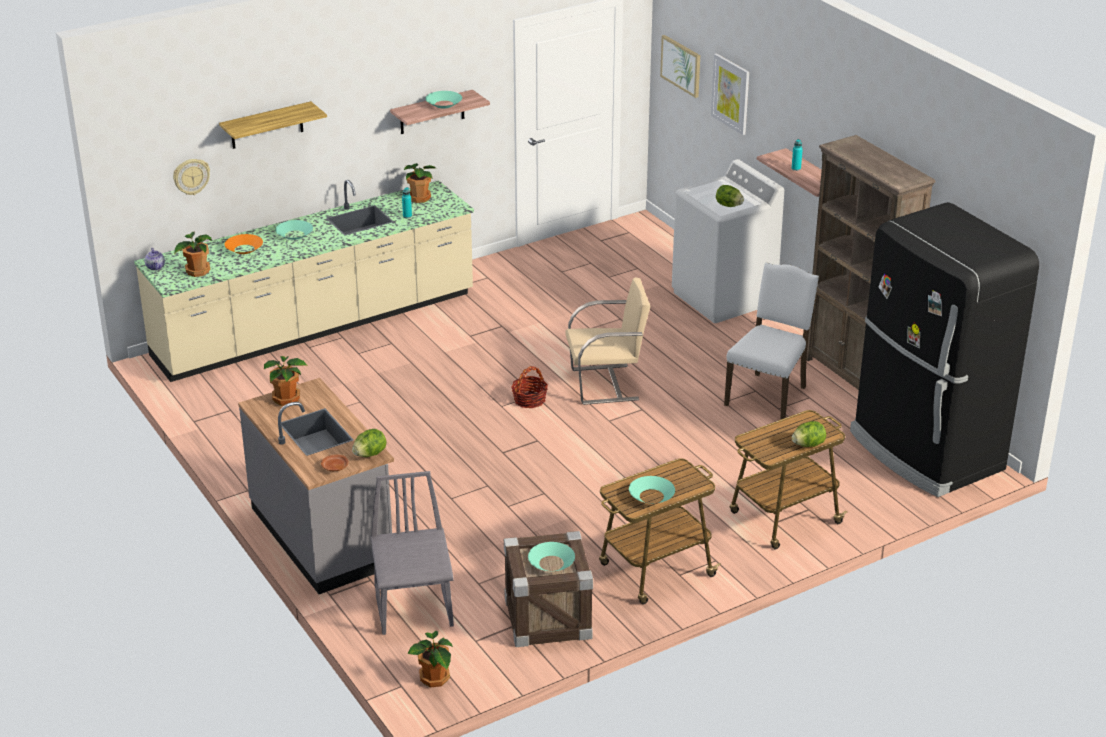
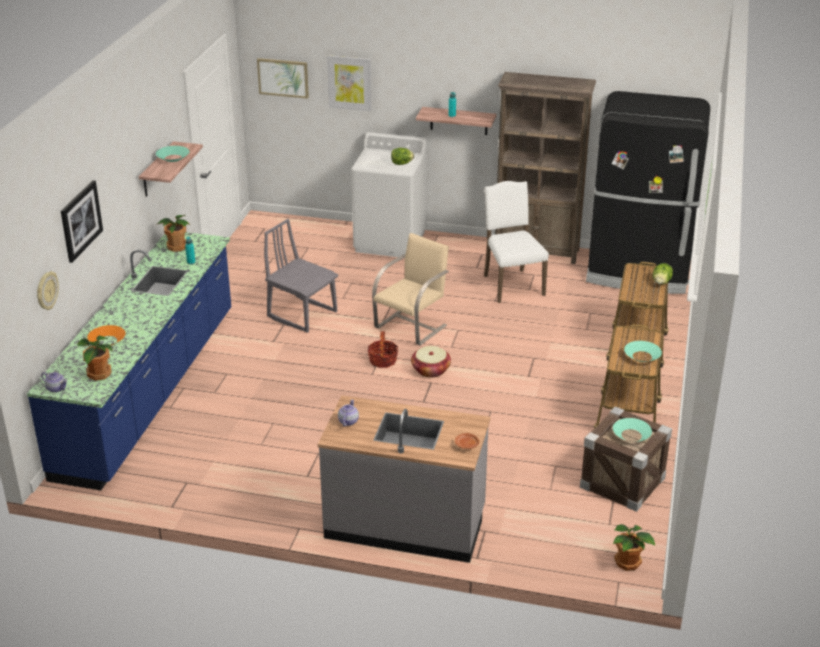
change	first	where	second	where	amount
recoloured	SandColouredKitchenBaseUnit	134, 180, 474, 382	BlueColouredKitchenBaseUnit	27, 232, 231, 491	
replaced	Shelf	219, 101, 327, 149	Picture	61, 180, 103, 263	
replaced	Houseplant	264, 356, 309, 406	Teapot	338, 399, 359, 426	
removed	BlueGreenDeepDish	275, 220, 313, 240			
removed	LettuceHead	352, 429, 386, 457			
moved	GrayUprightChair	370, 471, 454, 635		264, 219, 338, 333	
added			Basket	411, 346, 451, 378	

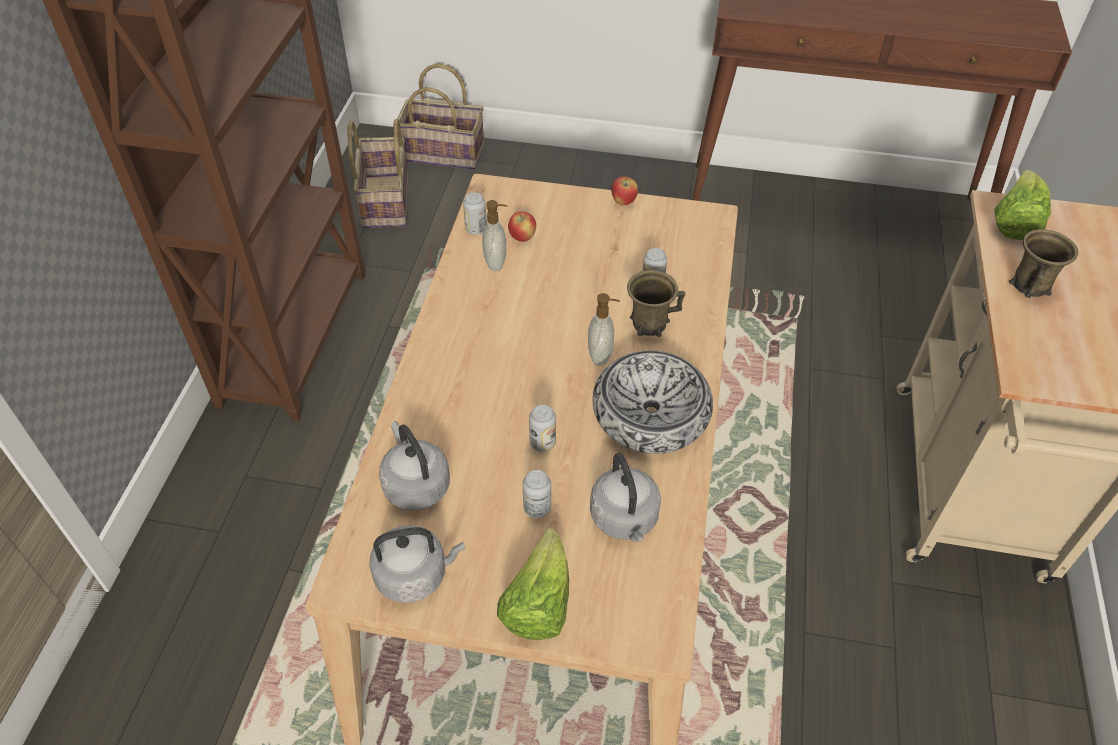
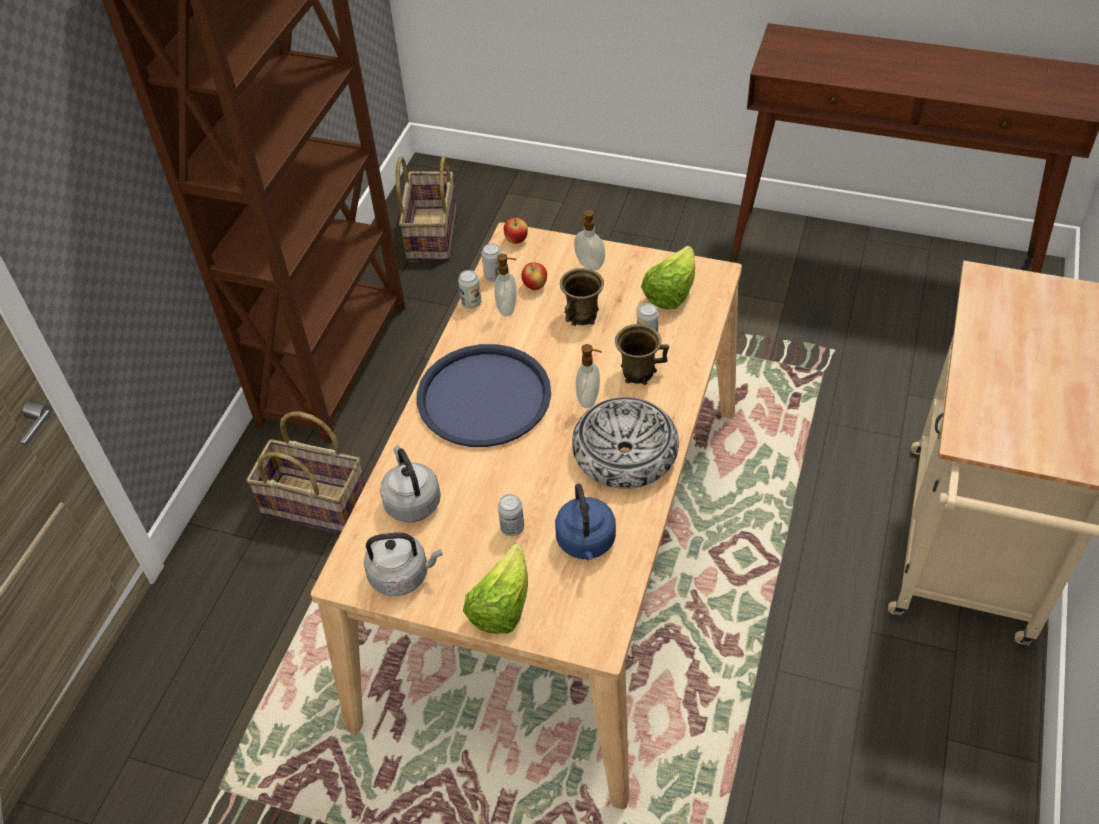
change	first	where	second	where	amount
moved	Basket	397, 63, 484, 170		246, 411, 365, 532	
moved	MetalCan	529, 404, 556, 452		458, 270, 481, 309	
recoloured	GrayKettle	590, 453, 661, 542	BlueColouredKettle	555, 484, 616, 560	
moved	AppleFruit	611, 176, 638, 205		504, 217, 528, 244	
moved	LettuceHead	994, 170, 1051, 240		641, 246, 695, 309	
moved	BrownMug	1009, 229, 1078, 298		560, 268, 604, 326	
added			BlueColouredCarryingTray	417, 344, 551, 447	
added			SoapDispenser	574, 210, 605, 271	

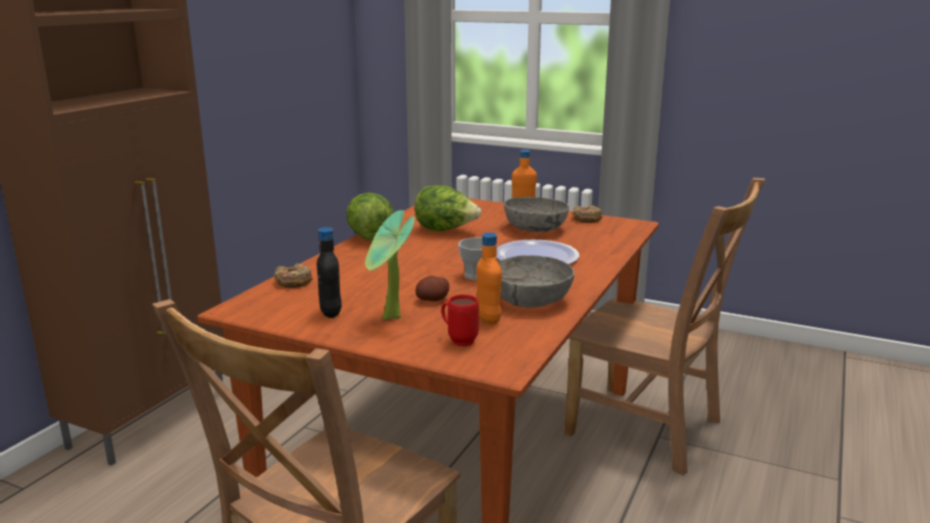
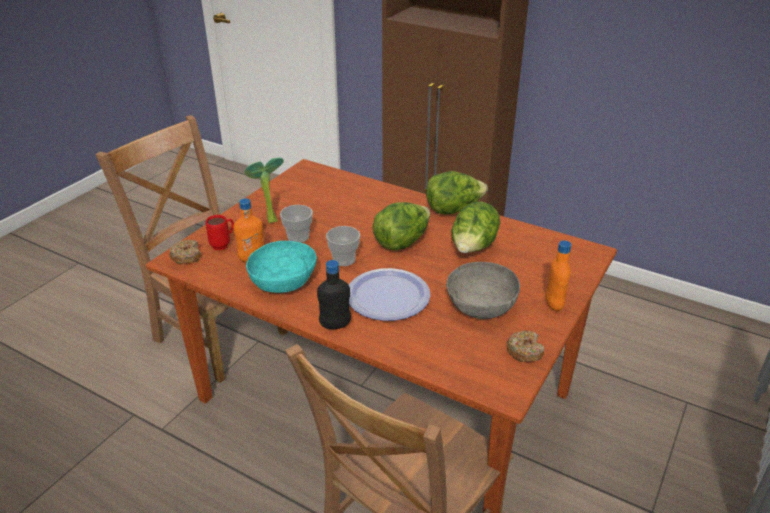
change	first	where	second	where	amount
moved	Donut	274, 264, 313, 288		169, 240, 201, 265	
moved	BlackColouredBottle	317, 227, 342, 318		317, 260, 351, 329	
replaced	Spud	416, 276, 449, 301	SmallCup	280, 205, 313, 243	
recoloured	GrayDeepDish	497, 255, 574, 308	BlueGreenDeepDish	246, 241, 317, 293	
added			LettuceHead	372, 202, 430, 251	

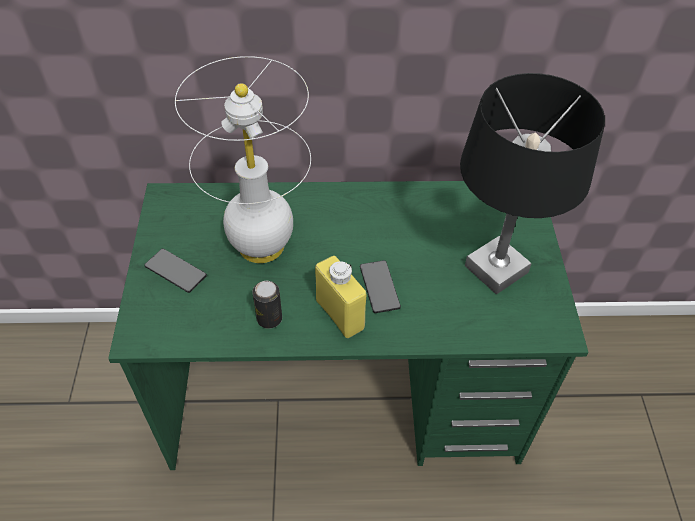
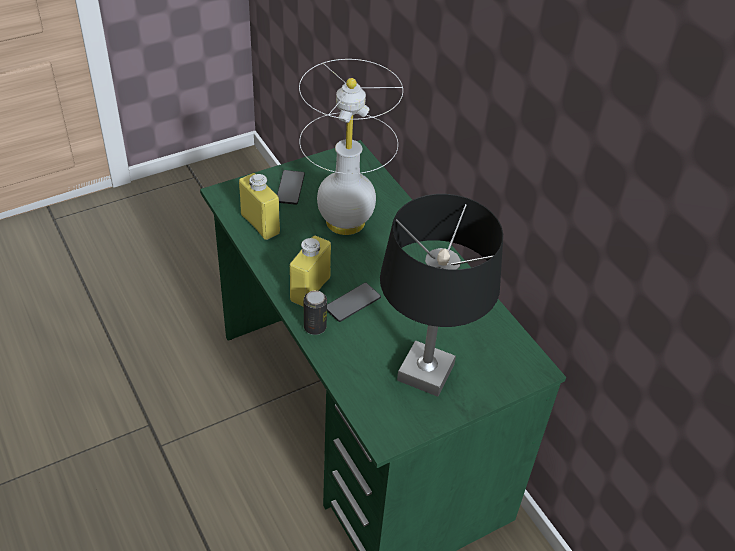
change	first	where	second	where	amount
moved	MetalCan	252, 281, 282, 329		304, 290, 327, 335	
added			YellowBottle	239, 173, 280, 240	

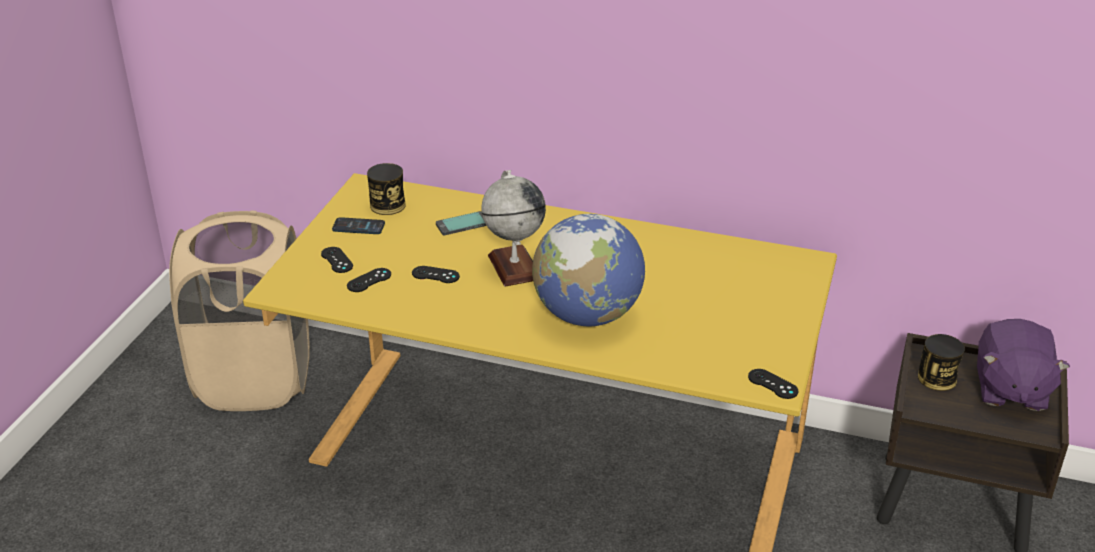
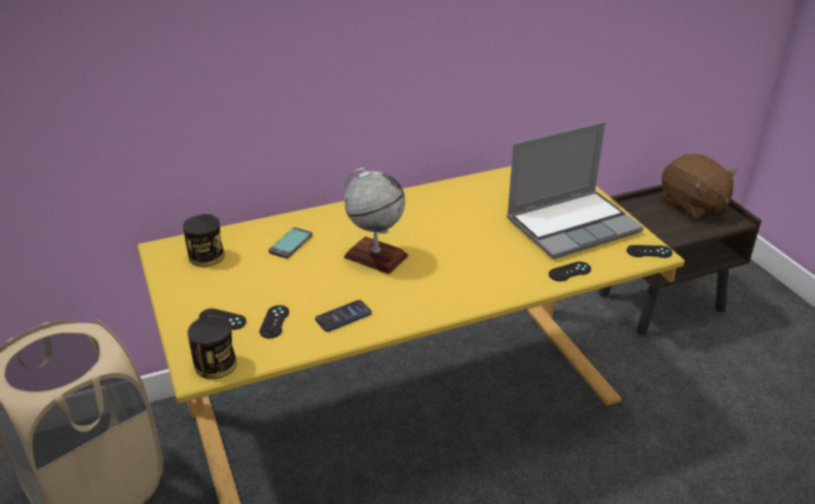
change	first	where	second	where	amount
moved	Telephone	332, 217, 385, 234		315, 300, 372, 332	
moved	BlackColouredGameController	412, 266, 460, 283		549, 262, 591, 281	
removed	DeskGlobe	532, 214, 645, 326			
moved	MetalCan	918, 334, 965, 391		188, 315, 237, 379	
recoloured	PurplishSoftToy	977, 319, 1070, 411	BrownSoftToy	662, 154, 738, 219	
added			Laptop	507, 122, 644, 259	

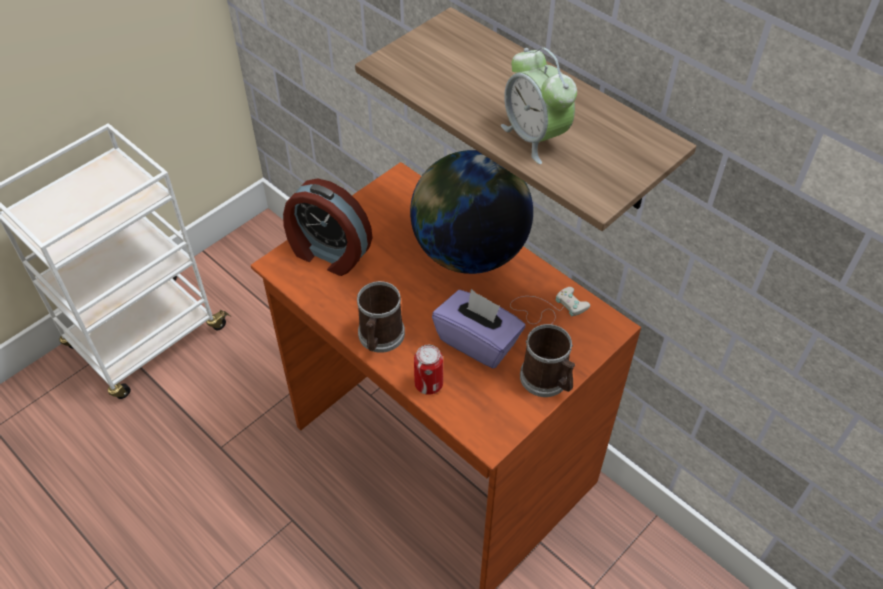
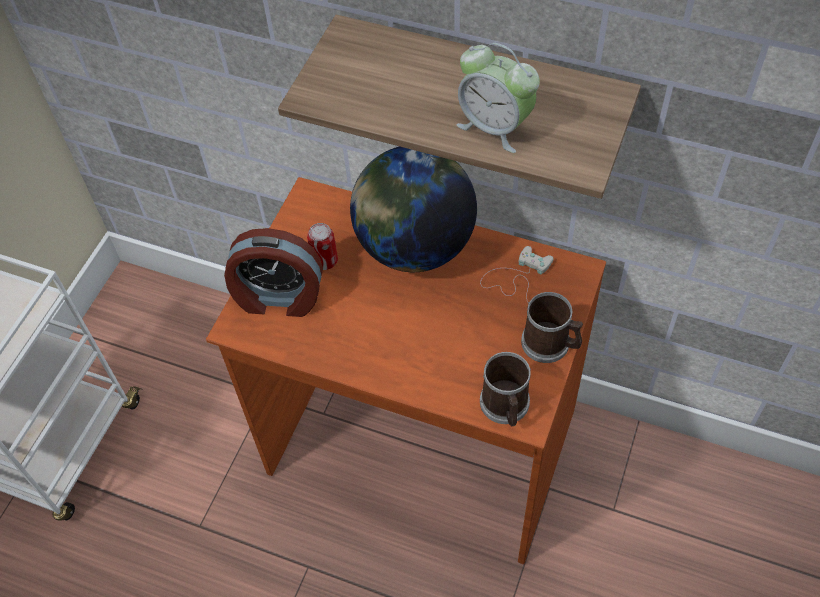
change	first	where	second	where	amount
moved	Mug	357, 281, 405, 353		480, 352, 531, 426	
moved	MetalCan	414, 345, 443, 395		307, 223, 338, 270	
removed	PurplishTissueBox	432, 289, 525, 368			

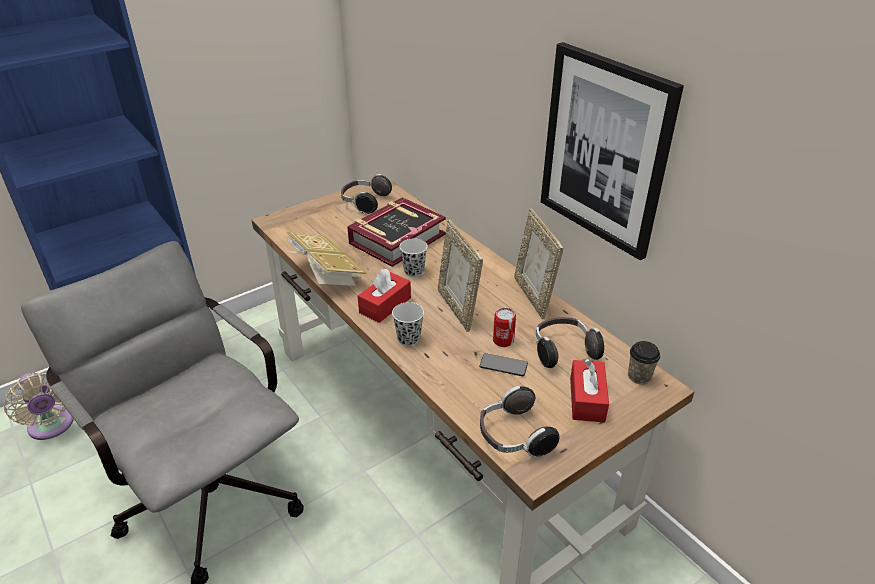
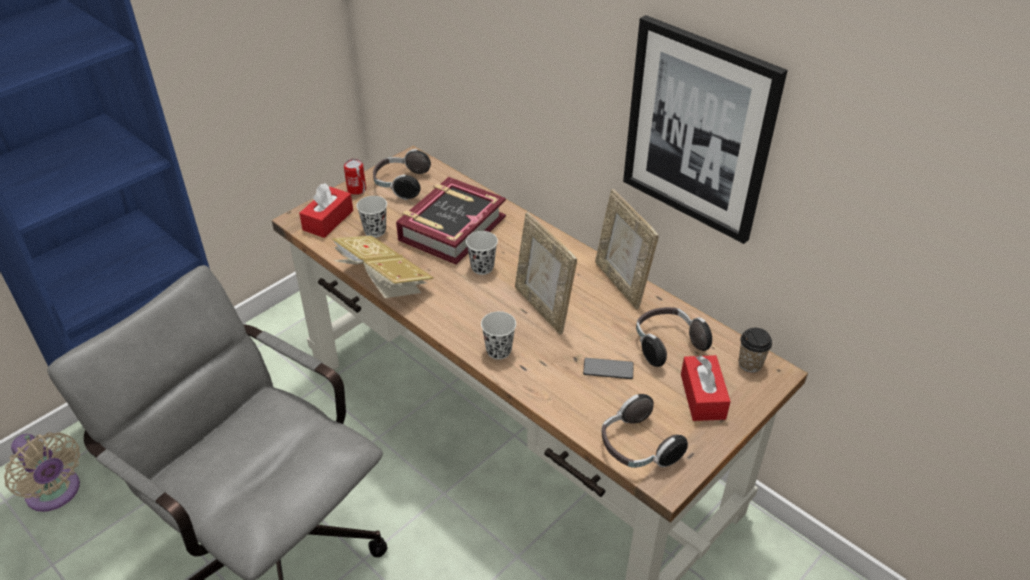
change	first	where	second	where	amount
moved	RedTissueBox	358, 269, 411, 323		299, 183, 353, 238	
moved	MetalCan	493, 308, 516, 347		344, 159, 366, 195	
added			WhitishSmallCup	356, 196, 387, 238	

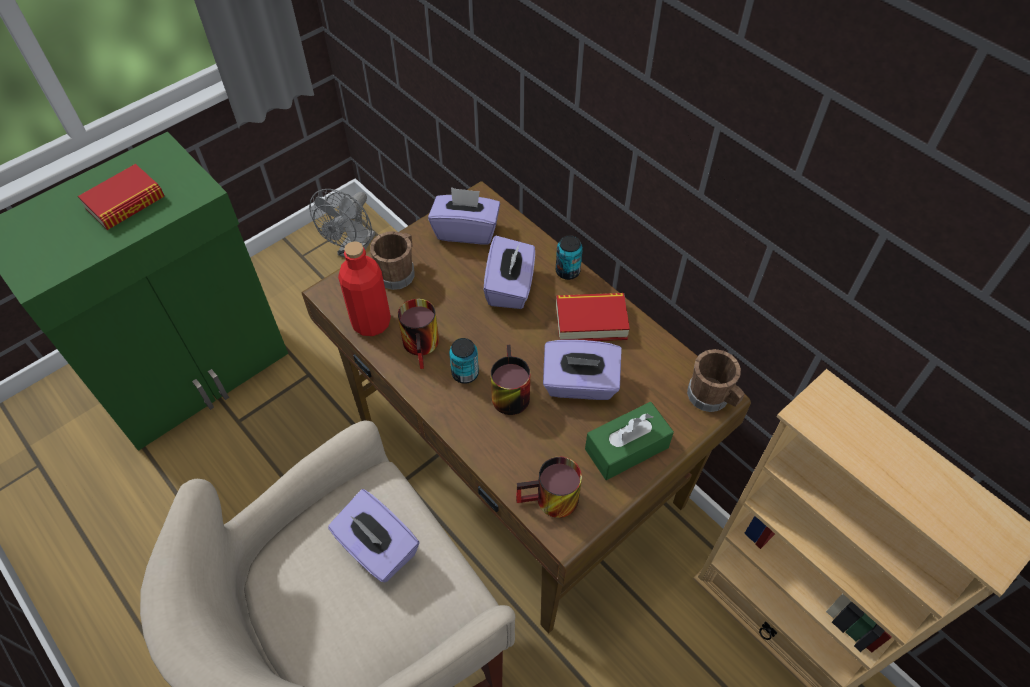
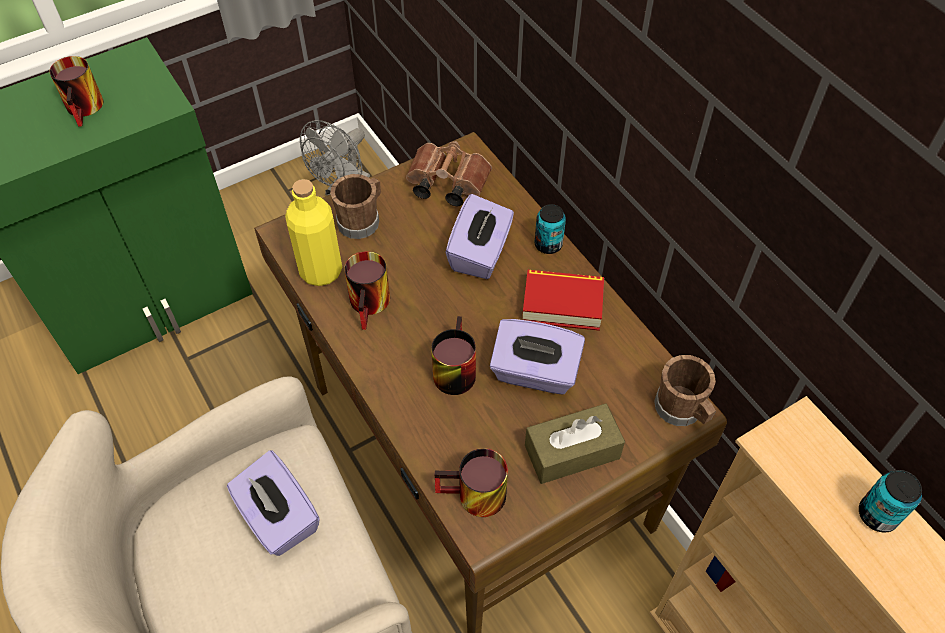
change	first	where	second	where	amount
replaced	BoundBook	78, 164, 164, 230	Mug	49, 56, 103, 127	
recoloured	RedBottle	338, 241, 391, 336	YellowBottle	285, 179, 342, 286	
replaced	PurplishTissueBox	428, 187, 500, 244	BrownFieldGlasses	406, 141, 492, 207	
moved	MetalCan	449, 338, 479, 384		859, 470, 922, 533	
recoloured	GreenColouredTissueBox	585, 402, 674, 480	BrownTissueBox	525, 403, 625, 484	

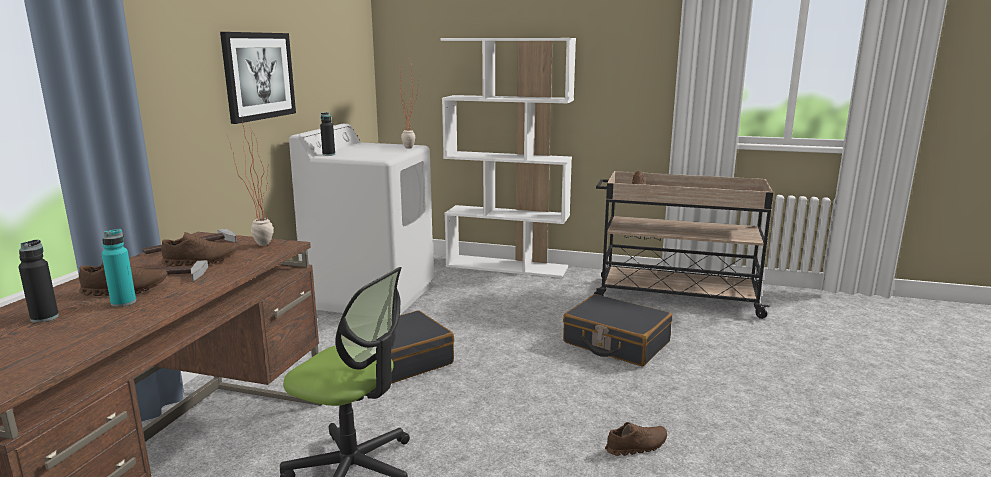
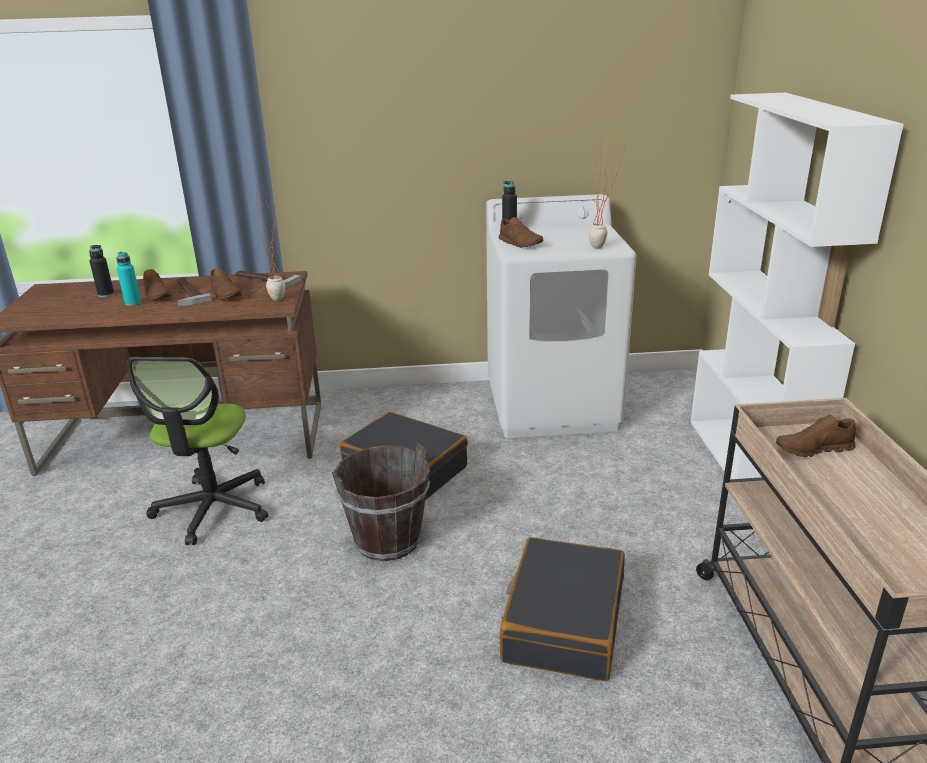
change	first	where	second	where	amount
removed	Picture	220, 32, 296, 124			
moved	BrownLowShoe	605, 422, 667, 456		498, 217, 543, 248	
added			BrownBucket	332, 443, 430, 561	

